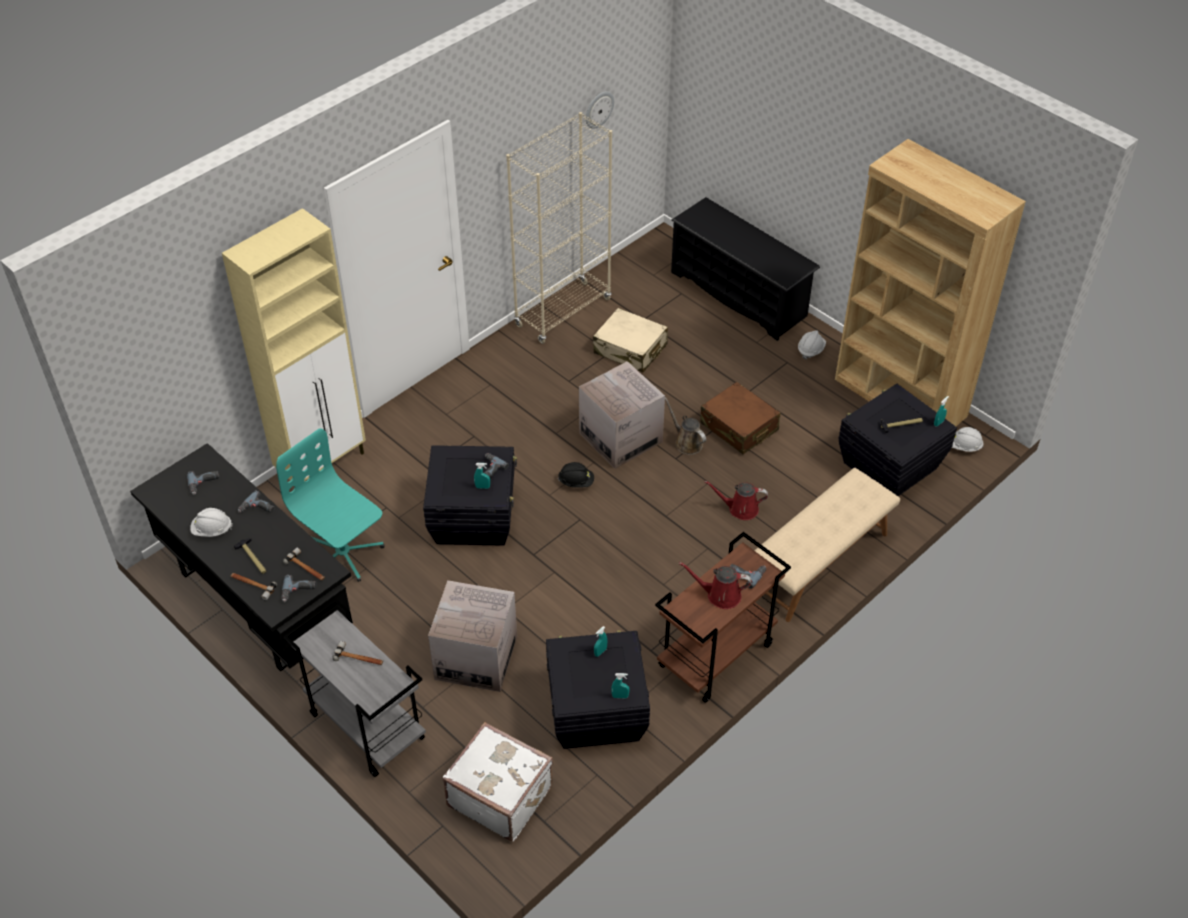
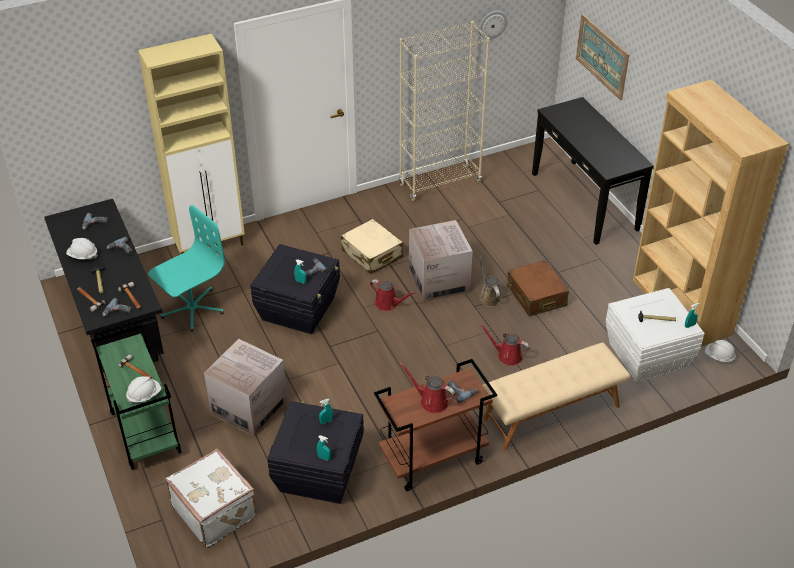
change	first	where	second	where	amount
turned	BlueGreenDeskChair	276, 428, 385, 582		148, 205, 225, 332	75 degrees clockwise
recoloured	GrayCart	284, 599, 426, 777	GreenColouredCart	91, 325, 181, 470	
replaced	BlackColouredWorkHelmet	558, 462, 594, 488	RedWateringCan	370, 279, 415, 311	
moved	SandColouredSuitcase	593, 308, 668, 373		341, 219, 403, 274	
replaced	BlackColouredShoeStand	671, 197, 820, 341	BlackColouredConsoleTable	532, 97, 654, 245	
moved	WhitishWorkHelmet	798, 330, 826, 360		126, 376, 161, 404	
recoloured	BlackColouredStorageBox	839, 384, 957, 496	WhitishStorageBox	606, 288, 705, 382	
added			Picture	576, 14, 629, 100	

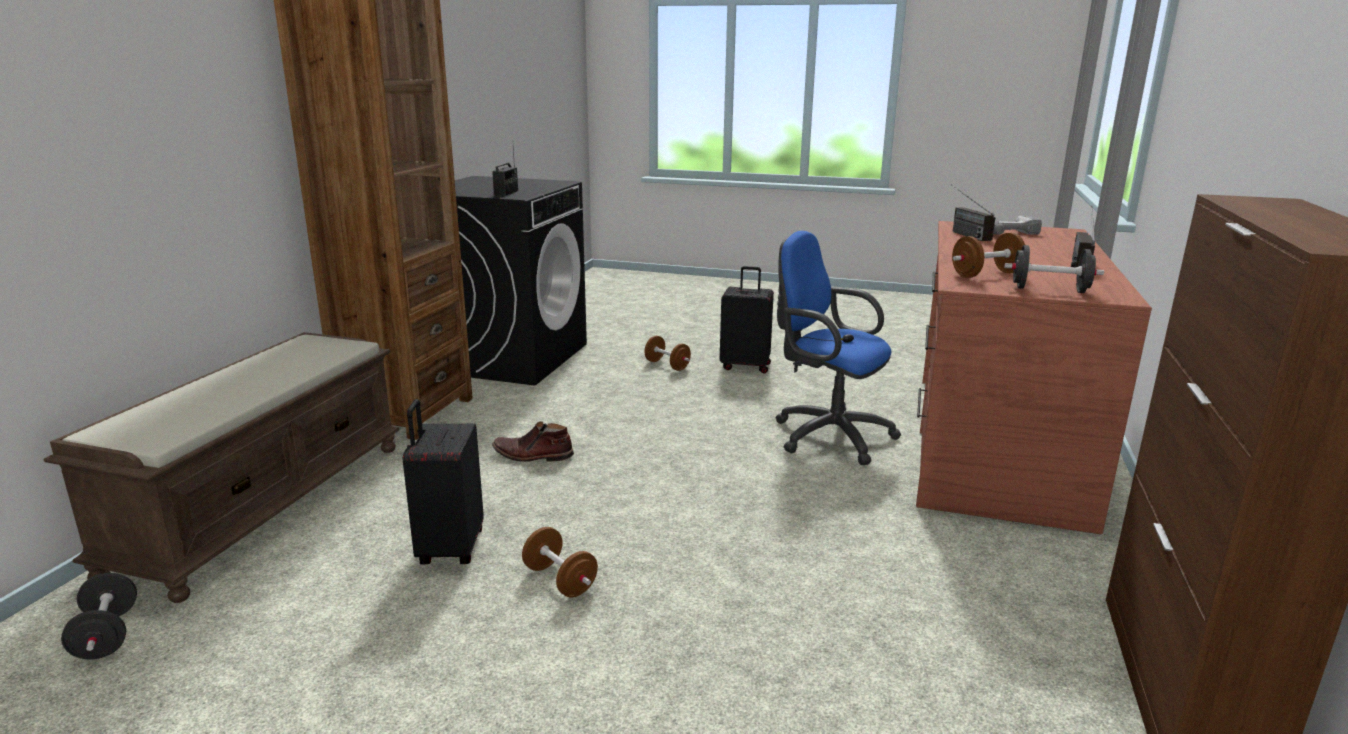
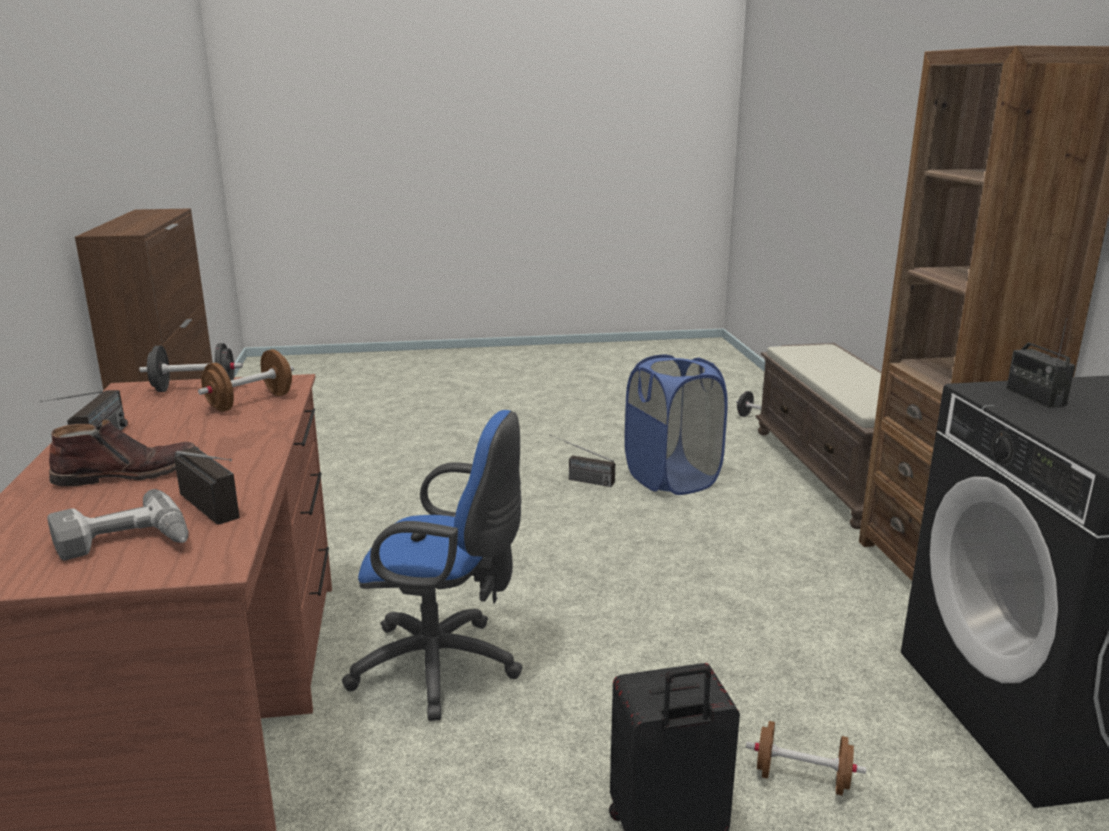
change	first	where	second	where	amount
replaced	BlackColouredSuitcase	403, 399, 484, 564	BlueColouredWashingBasket	625, 355, 728, 495	
moved	BrownBoot	492, 421, 574, 462		49, 419, 200, 486	
replaced	BrownHandWeight	522, 527, 598, 597	RadioReceiver	550, 435, 615, 487	

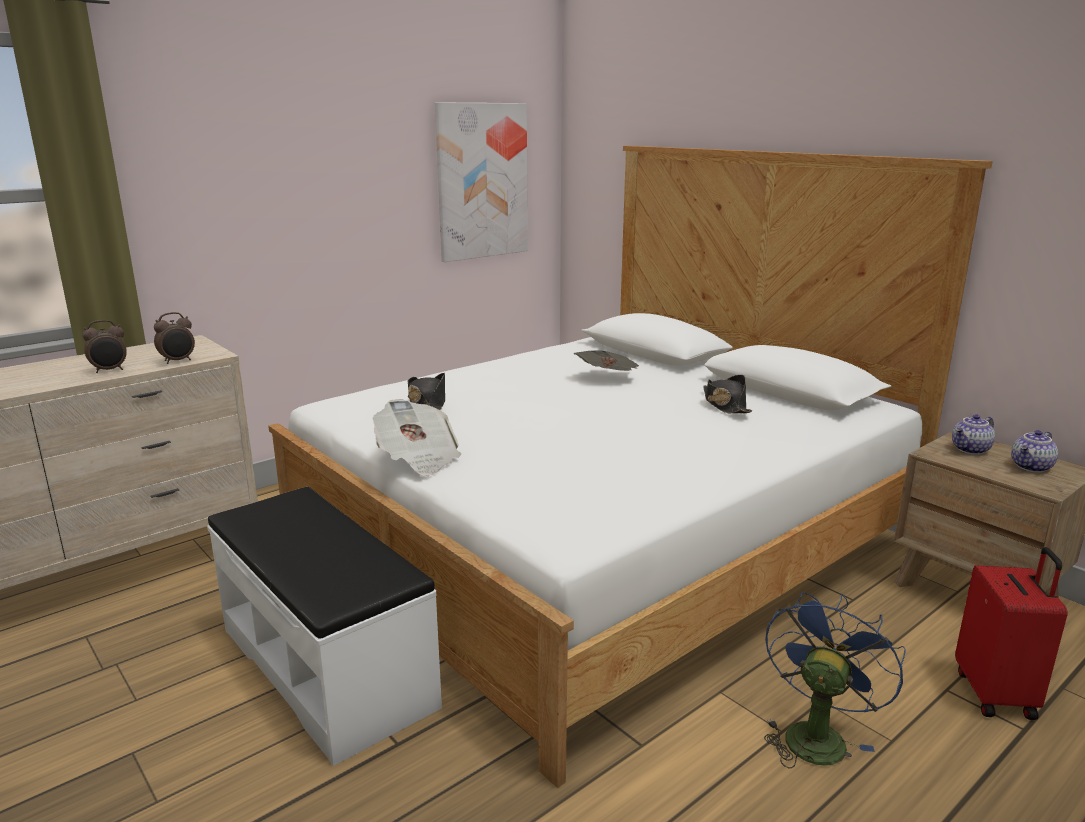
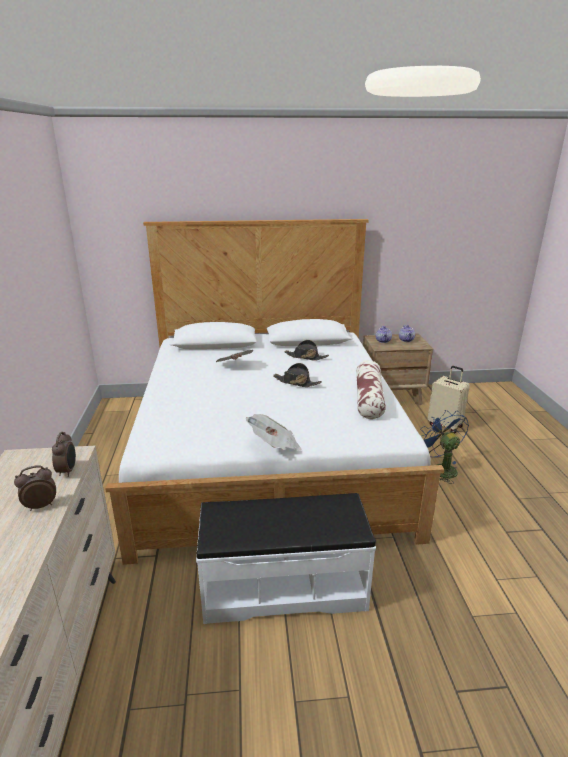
change	first	where	second	where	amount
turned	BedsideClock	82, 320, 127, 373		14, 465, 56, 511	120 degrees counterclockwise
moved	BlackColouredWearableHat	408, 373, 445, 410		273, 363, 322, 387	
removed	Picture	435, 102, 528, 262			
recoloured	RedSuitcase	955, 547, 1068, 720	SandColouredSuitcase	428, 366, 470, 433	
added			Pillow	356, 360, 386, 419	

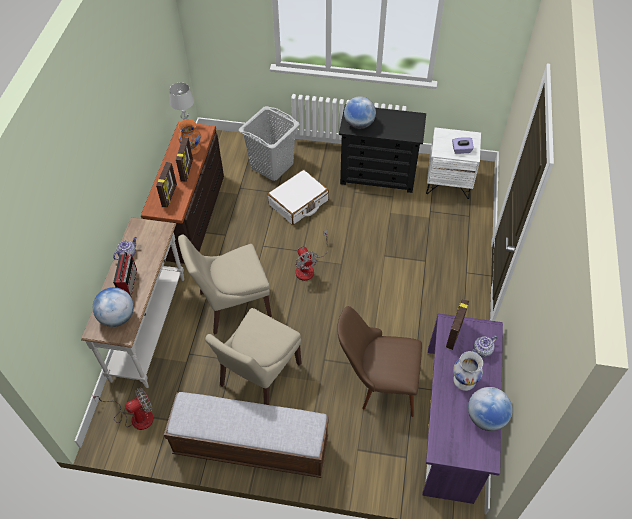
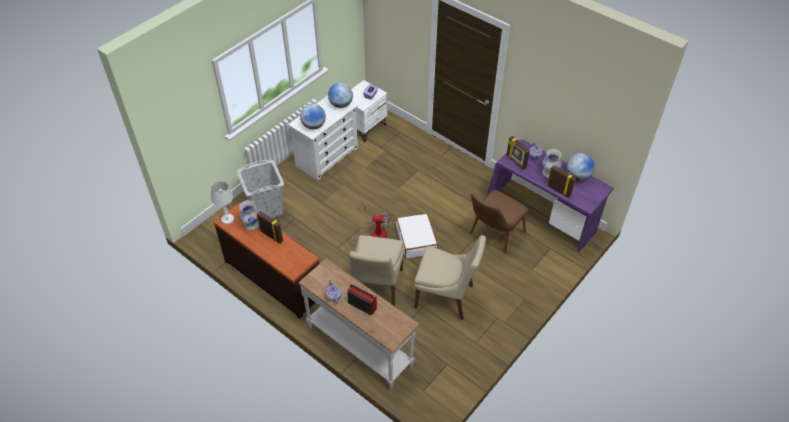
change	first	where	second	where	amount
removed	ElectricFan	91, 388, 154, 430			
moved	DeskGlobe	93, 287, 134, 327		328, 83, 353, 108	
moved	StandingFrame	156, 162, 177, 208		547, 165, 576, 198	
removed	Bench	164, 392, 329, 478			
recoloured	OrangeyDecorativeVase	178, 119, 201, 155	WhitishDecorativeVase	239, 200, 259, 230	
turned	SandColouredUprightChair	205, 308, 301, 405		414, 235, 486, 320	45 degrees counterclockwise
moved	WhitishSuitcase	268, 170, 329, 225		396, 213, 438, 259	
recoloured	BlackColouredDrawerChest	339, 104, 426, 193	WhitishDrawerChest	288, 96, 358, 180	

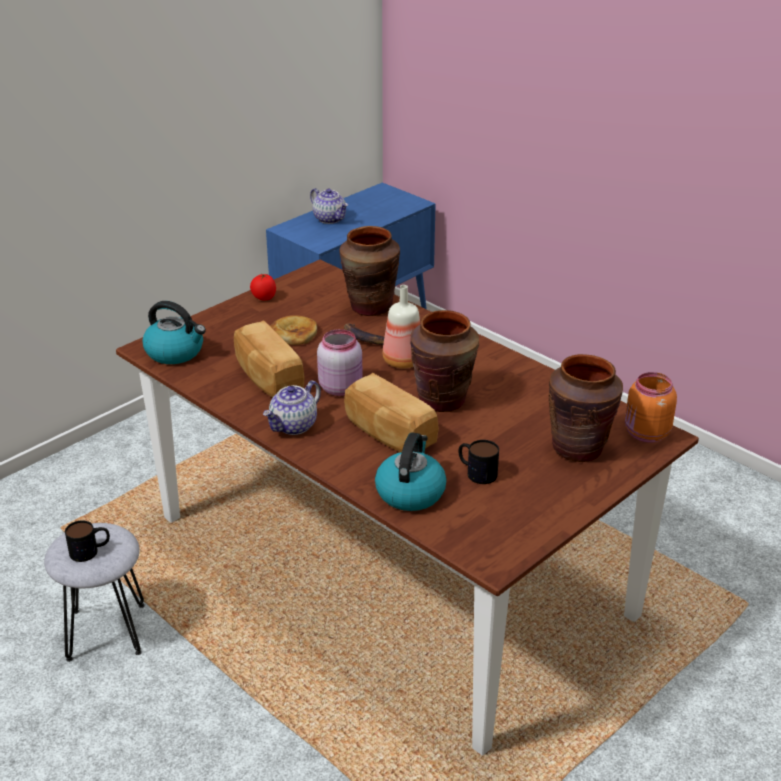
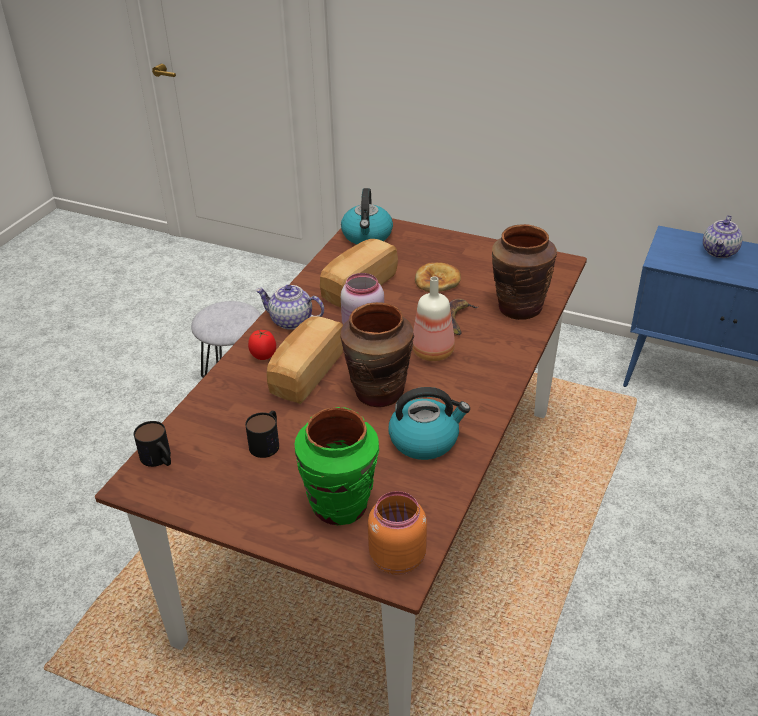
change	first	where	second	where	amount
moved	Mug	65, 520, 110, 562		134, 421, 171, 467	
moved	FreshTomato	250, 273, 276, 301		248, 330, 276, 360	
moved	Kettle	375, 432, 447, 511		388, 387, 470, 460	
recoloured	BrownDecorativeVase	549, 354, 623, 462	GreenColouredDecorativeVase	295, 407, 379, 525	

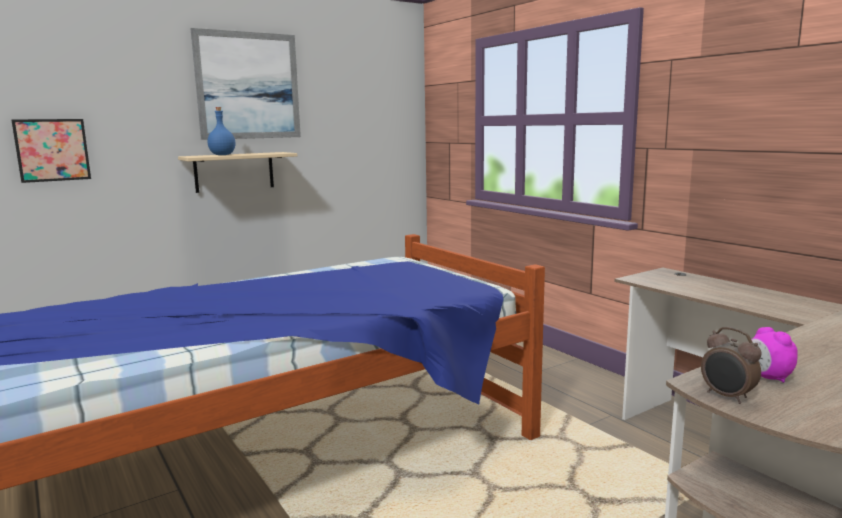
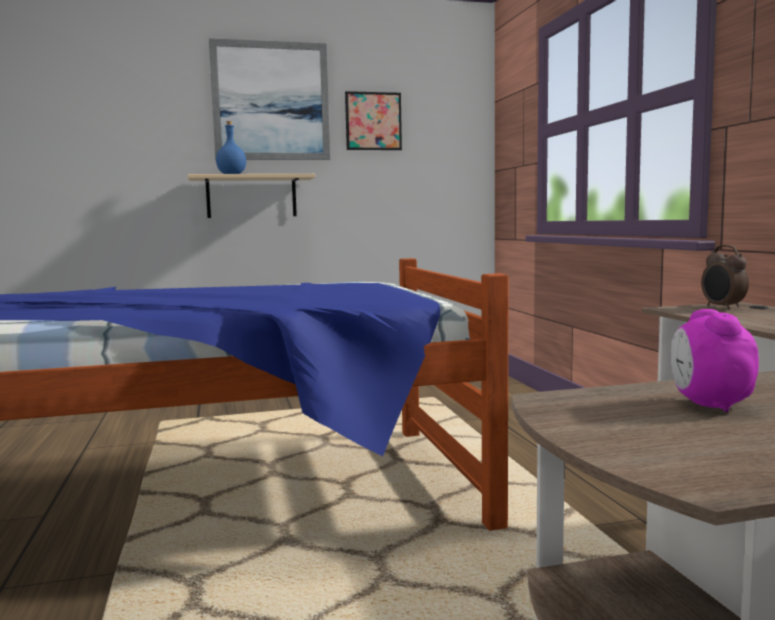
change	first	where	second	where	amount
moved	Picture	11, 119, 91, 183		345, 91, 402, 150	
moved	BedsideClock	701, 327, 762, 404		701, 245, 749, 310	

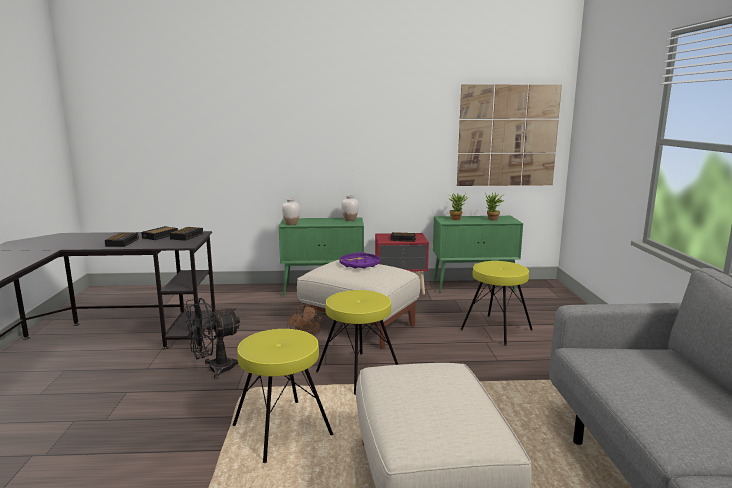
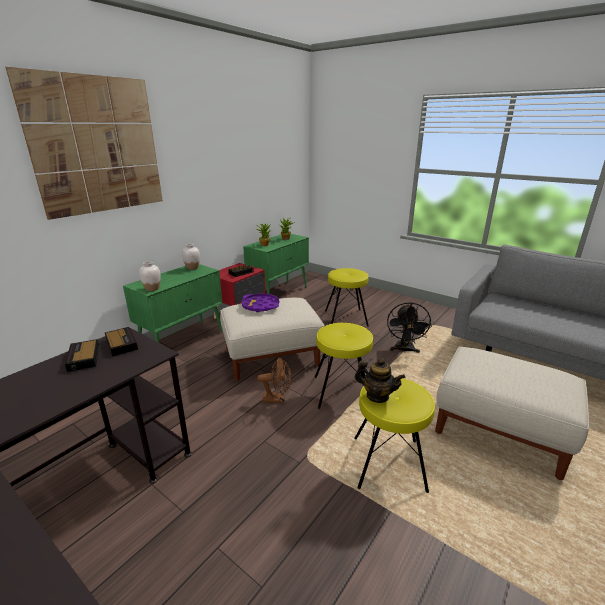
change	first	where	second	where	amount
removed	BedsideClock	105, 233, 139, 247			
moved	BlackColouredElectricFan	185, 298, 240, 379		387, 302, 432, 353	
moved	Picture	457, 85, 562, 186		5, 67, 163, 220	
added			Teapot	355, 358, 405, 403	

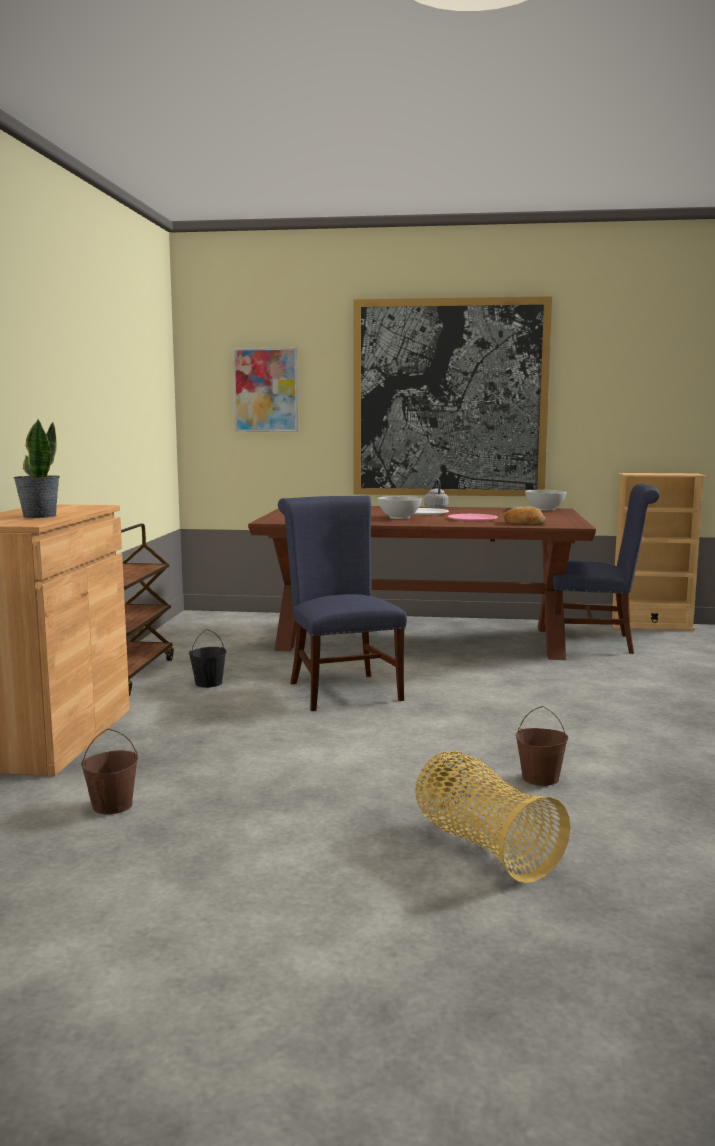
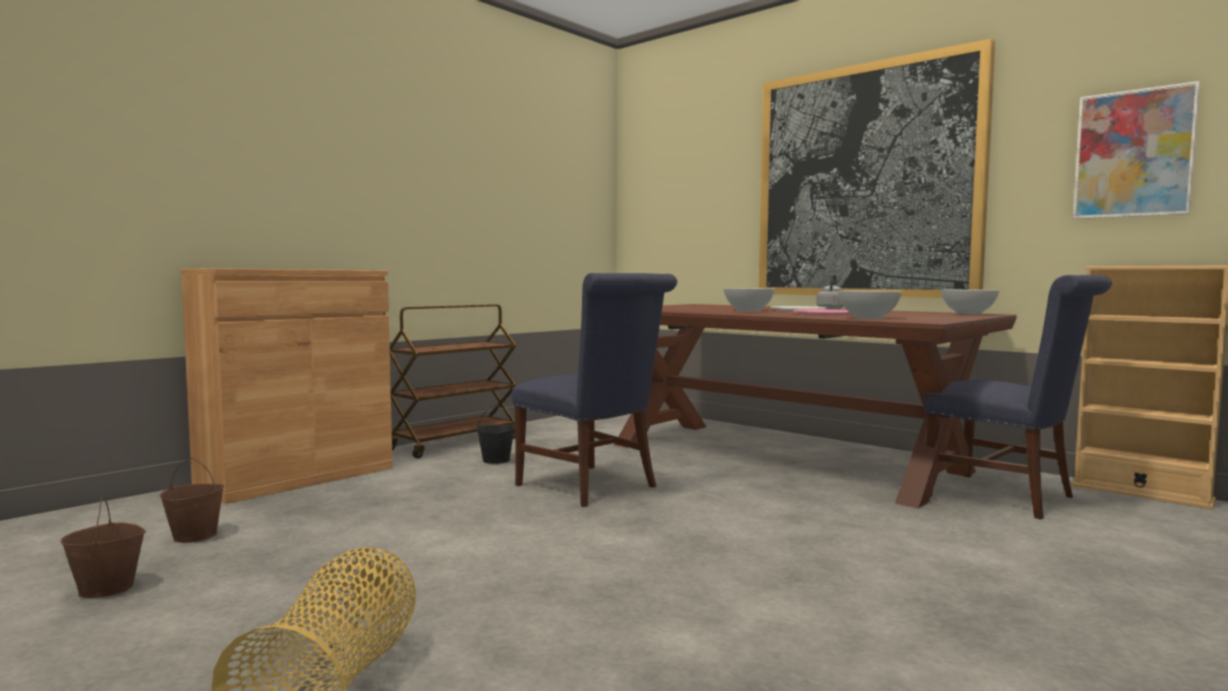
change	first	where	second	where	amount
removed	Houseplant	14, 419, 60, 518			
moved	Picture	233, 348, 298, 432		1073, 81, 1200, 219	
turned	BlueColouredUprightChair	278, 496, 407, 711		512, 273, 677, 507	120 degrees clockwise
replaced	Bread	503, 507, 546, 525	WhitishDeepDish	838, 290, 902, 319	
moved	BrownBucket	515, 706, 568, 786		61, 495, 146, 598	

